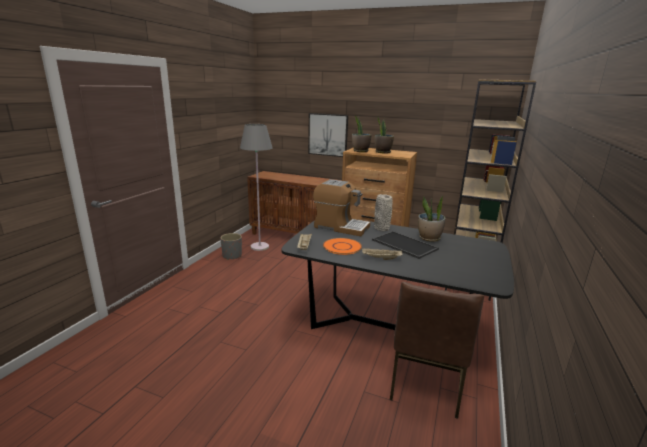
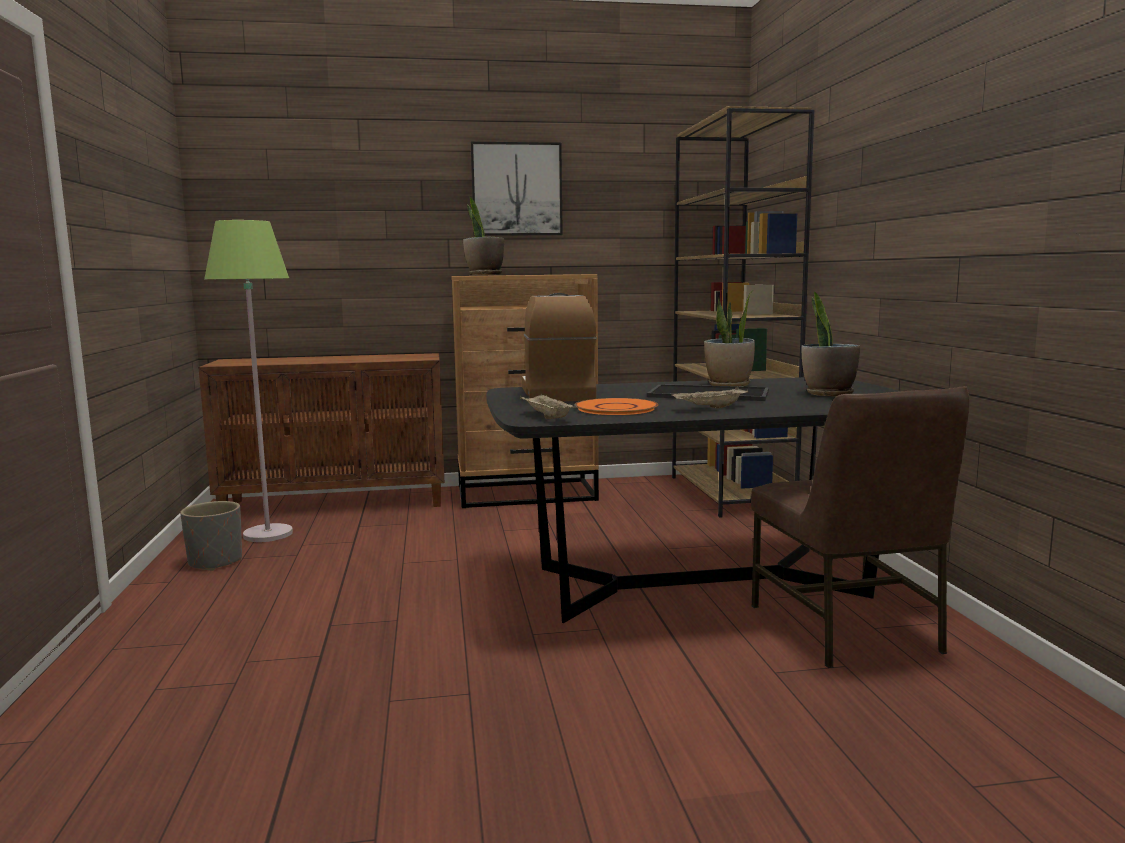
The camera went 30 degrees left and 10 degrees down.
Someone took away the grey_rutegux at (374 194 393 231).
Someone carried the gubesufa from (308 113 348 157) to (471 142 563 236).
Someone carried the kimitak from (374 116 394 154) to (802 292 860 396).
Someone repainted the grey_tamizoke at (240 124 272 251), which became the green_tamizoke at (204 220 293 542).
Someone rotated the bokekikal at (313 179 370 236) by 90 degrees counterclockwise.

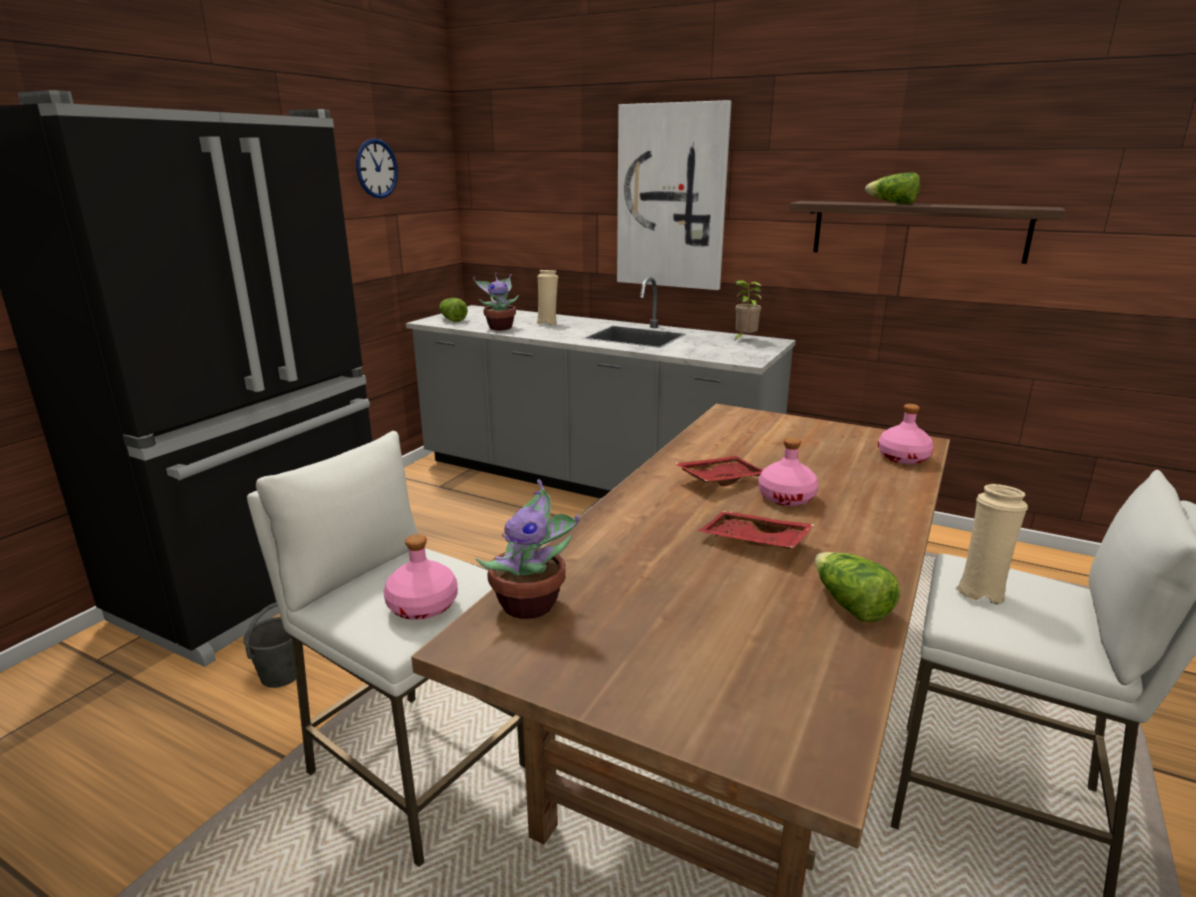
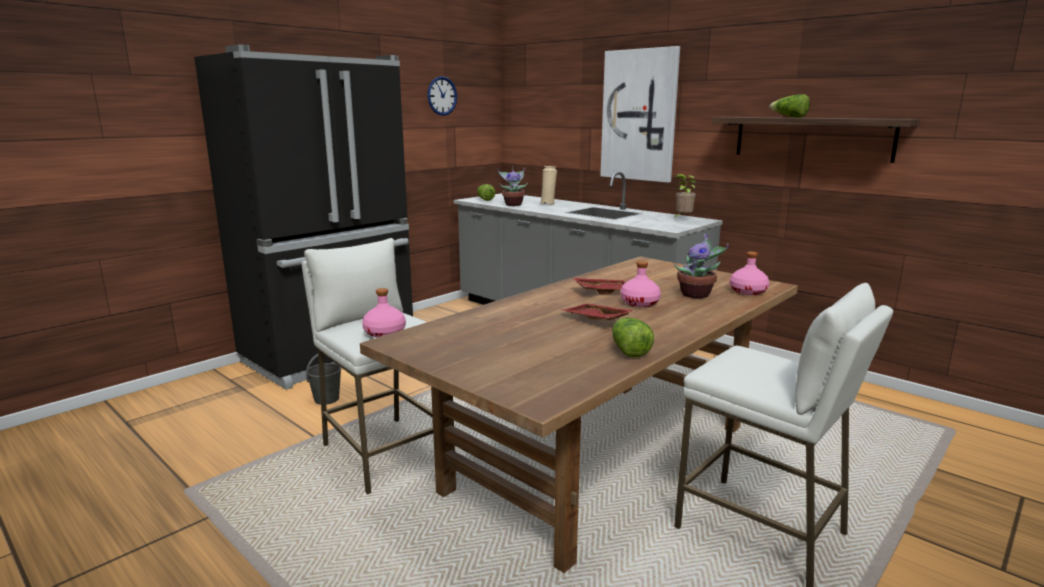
The camera went 15 degrees right and 5 degrees down.
Someone took away the beige_rutegux at (955 484 1028 605).
Someone carried the kimitak from (476 479 580 619) to (674 234 729 298).

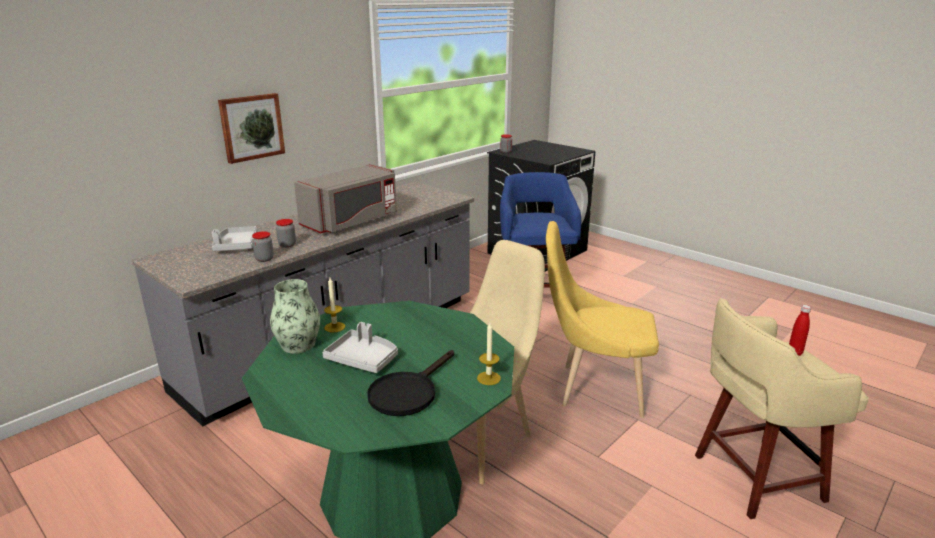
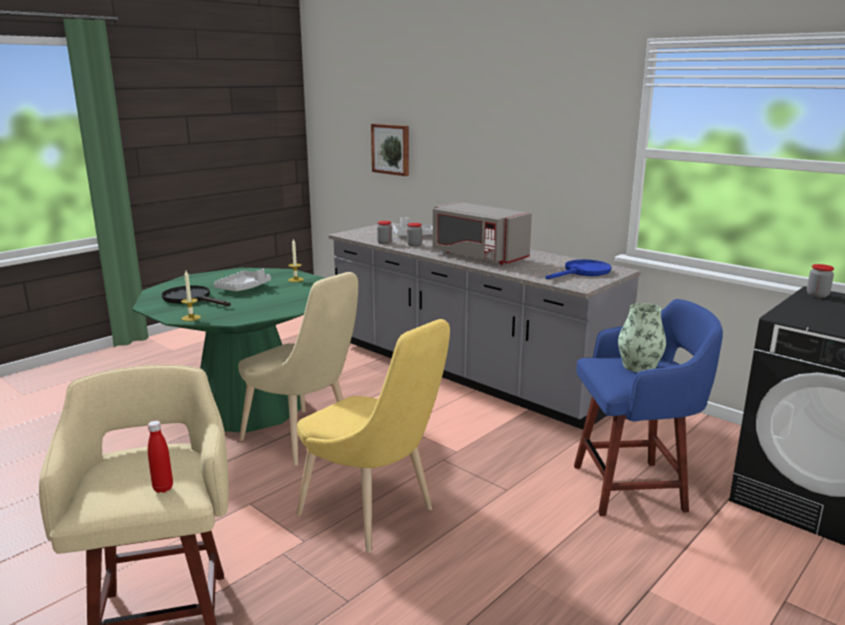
The camera went 90 degrees right and 5 degrees down.
Someone put down the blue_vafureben at (546 260 611 279).
Someone carried the gubesufa from (218 93 285 164) to (371 124 409 176).
Someone carried the rutegux from (270 279 320 354) to (618 303 666 372).
Someone rotated the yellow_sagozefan at (546 221 659 418) by 120 degrees clockwise.

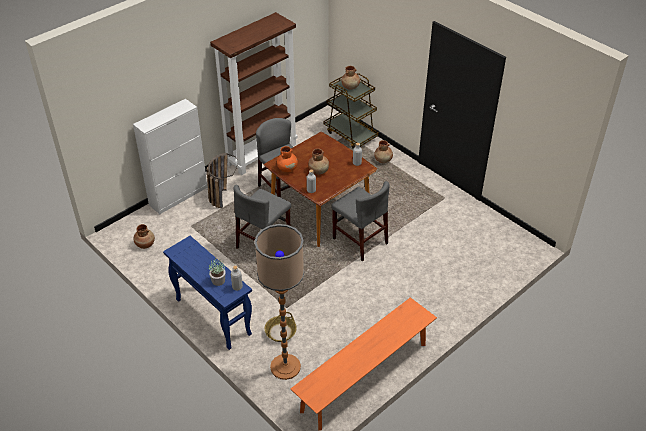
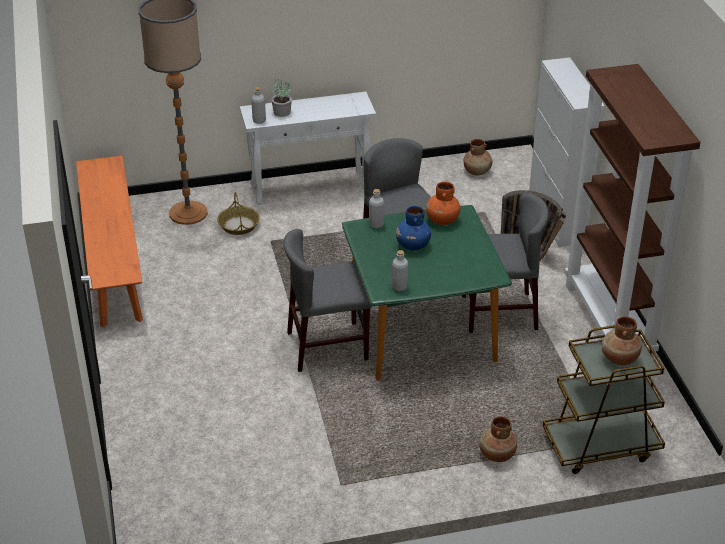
The camera went 120 degrees right and 5 degrees down.
Someone repainted the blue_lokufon at (163 236 252 350), which became the white_lokufon at (240 92 376 205).
Someone repainted the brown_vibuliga at (264 132 377 247), which became the green_vibuliga at (342 205 512 381).
Someone repainted the brown_rutegux at (308 149 329 175), which became the blue_rutegux at (396 206 431 250).

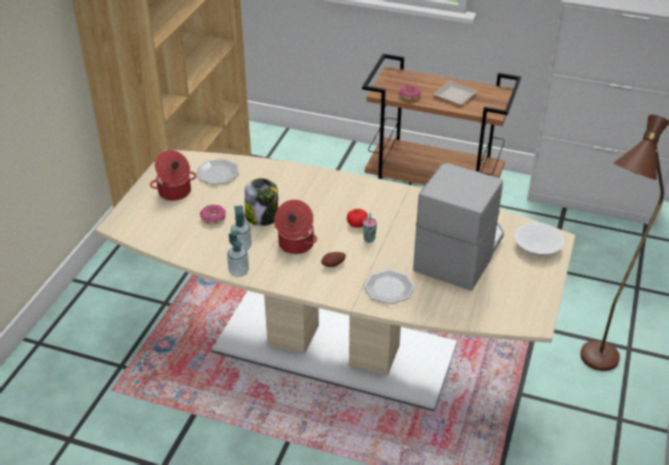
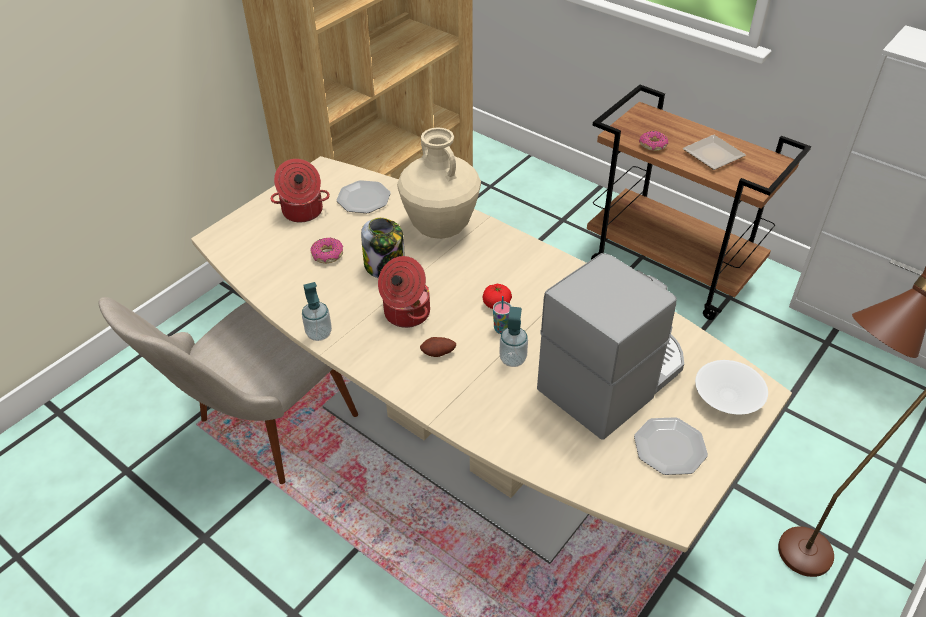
The camera went 20 degrees right and 5 degrees up.
Someone put down the beige_sagozefan at (99 297 358 484).
Someone put down the beige_rutegux at (397 127 481 239).
Someone carried the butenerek from (231 205 252 251) to (499 307 528 367).
Someone carried the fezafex from (364 269 415 304) to (634 417 708 475).

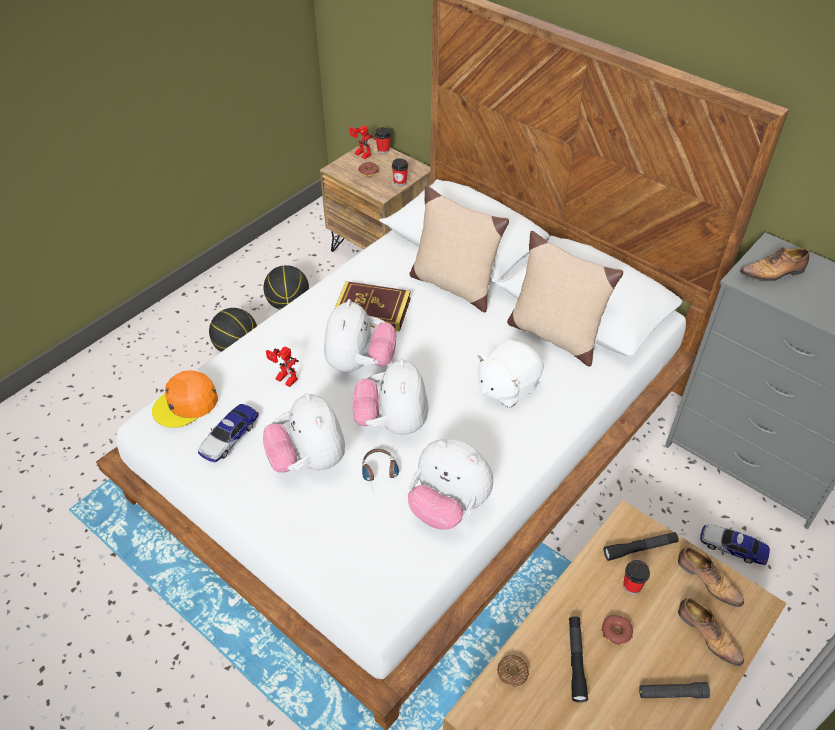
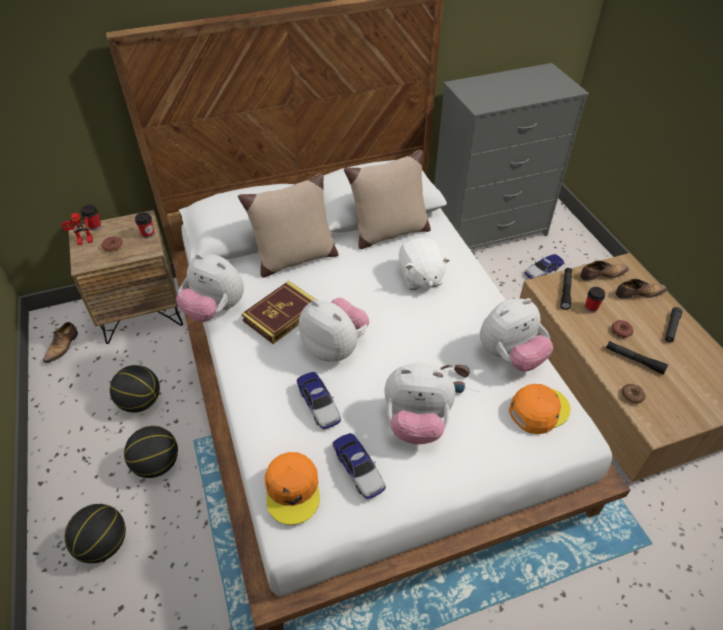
The camera went 60 degrees left and 0 degrees up.
Someone put down the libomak at (65 504 126 563).
Someone put down the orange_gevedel at (509 384 571 434).
Someone carried the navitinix from (352 359 428 435) to (176 254 244 322).
Someone carried the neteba from (740 247 809 281) to (43 322 78 363).
Someone swapped the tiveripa at (266 347 299 387) for the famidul at (297 372 341 429).

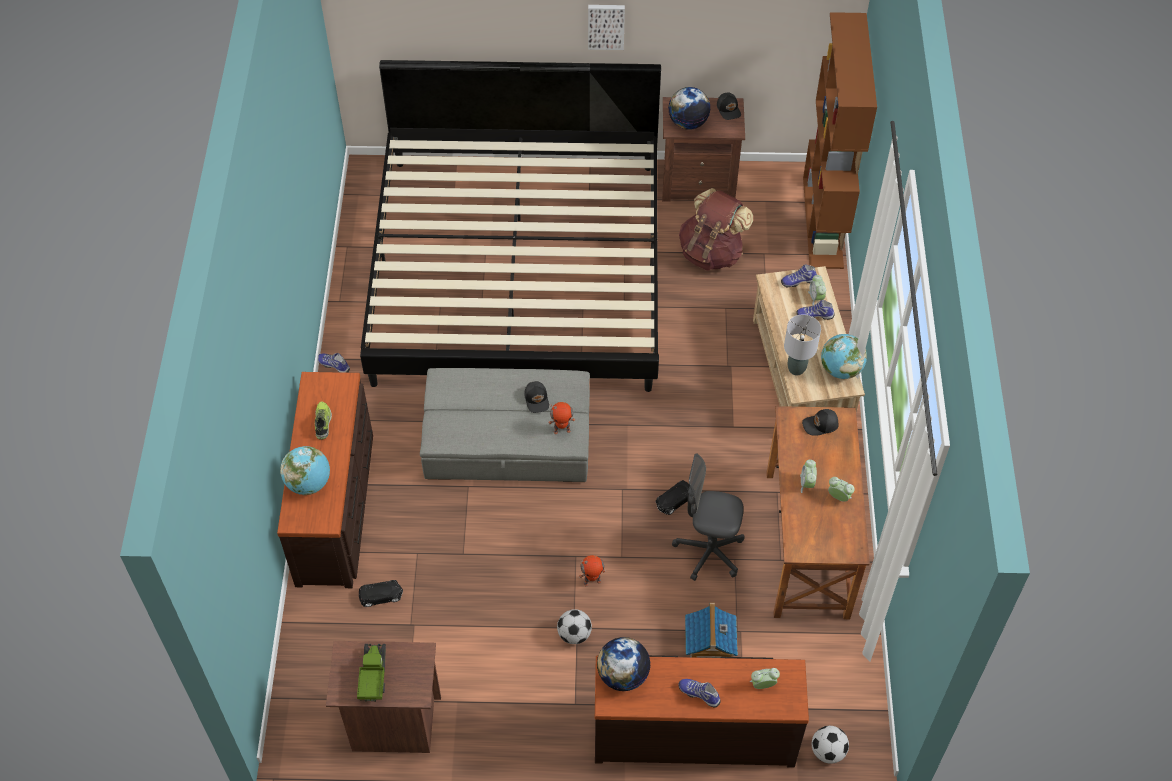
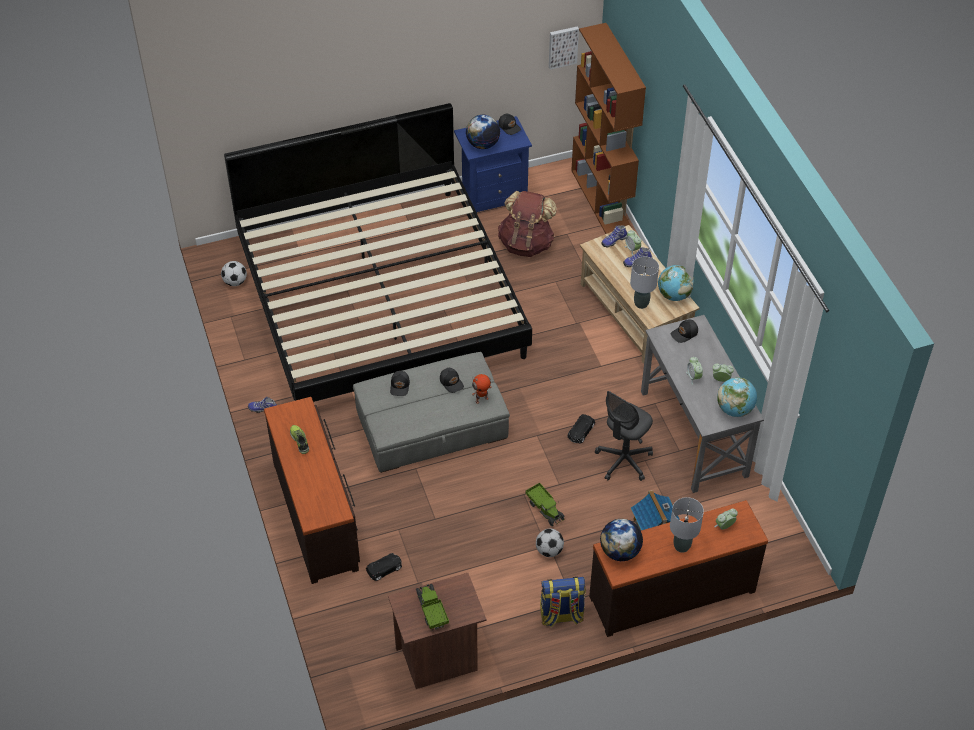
The camera went 20 degrees left and 5 degrees down.
Someone put down the black_gevedel at (390 371 410 396).
Someone put down the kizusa at (540 577 586 627).
Someone carried the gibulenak from (280 446 330 495) to (717 377 757 417).
Someone carried the gubesufa from (588 5 625 50) to (549 26 579 70).
Someone carried the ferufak from (812 726 849 764) to (221 261 247 286).
Someone swapped the tiveripa at (579 555 606 587) for the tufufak at (525 483 565 526).
Someone swapped the neteba at (678 679 721 708) for the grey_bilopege at (670 497 704 553).
Someone repainted the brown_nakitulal at (662 97 745 201), which became the blue_nakitulal at (454 116 532 213).
Someone repainted the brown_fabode at (766 406 870 619), which became the grey_fabode at (641 315 764 493).
Someone rotated the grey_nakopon at (672 454 745 581) by 45 degrees counterclockwise.

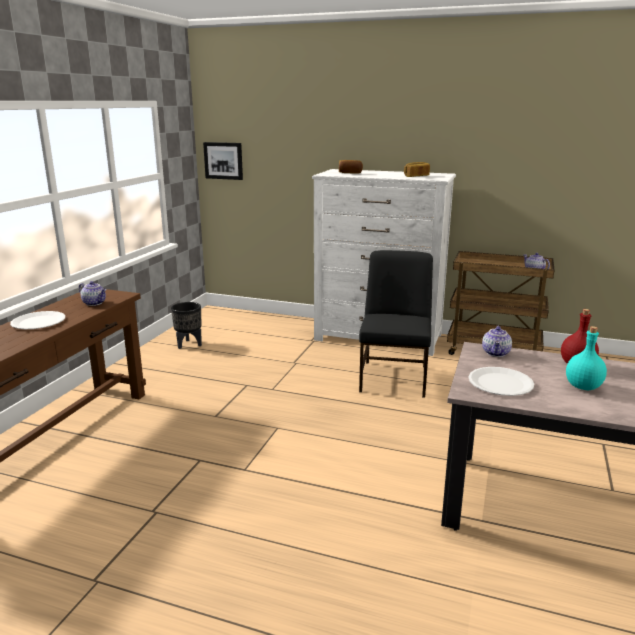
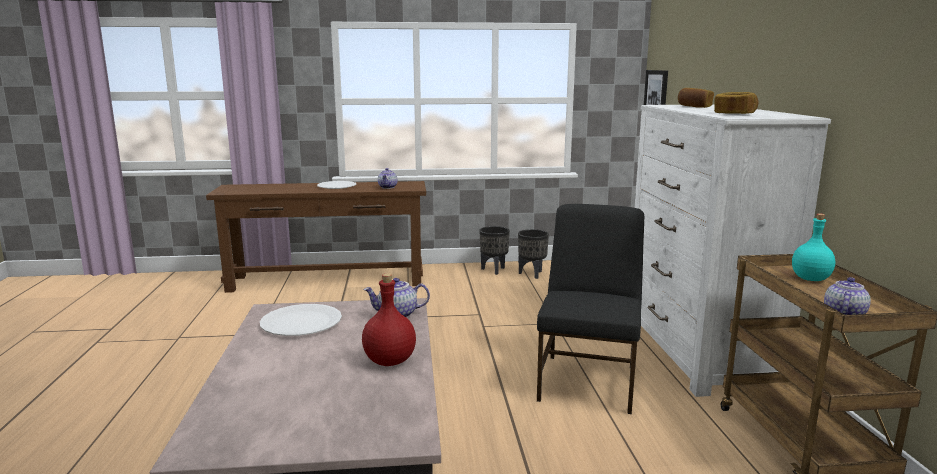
The camera went 65 degrees right and 5 degrees down.
Someone put down the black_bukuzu at (479 226 510 275).
Someone carried the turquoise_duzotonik from (566 326 607 390) to (792 214 835 281).
Someone rotated the black_sagozefan at (359 250 433 398) by 60 degrees counterclockwise.

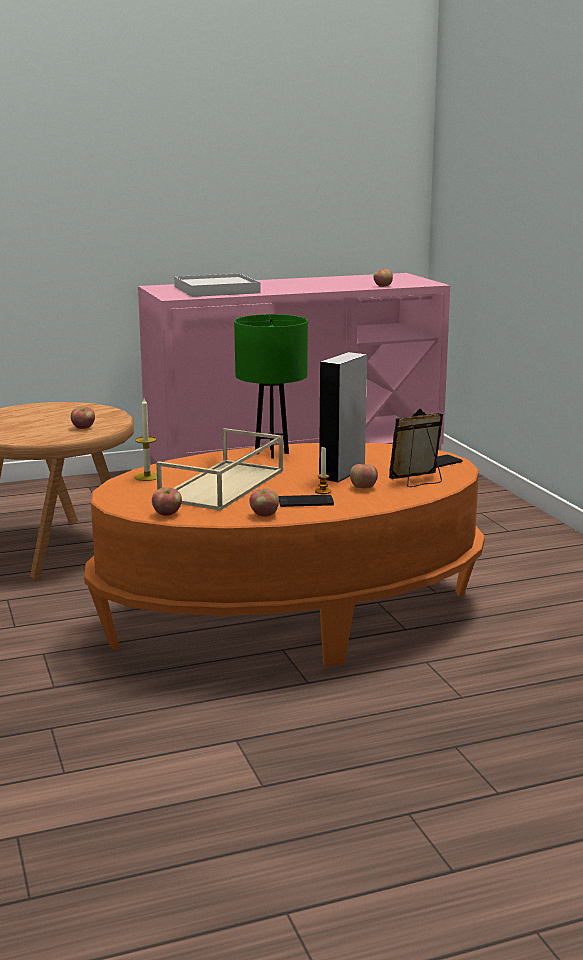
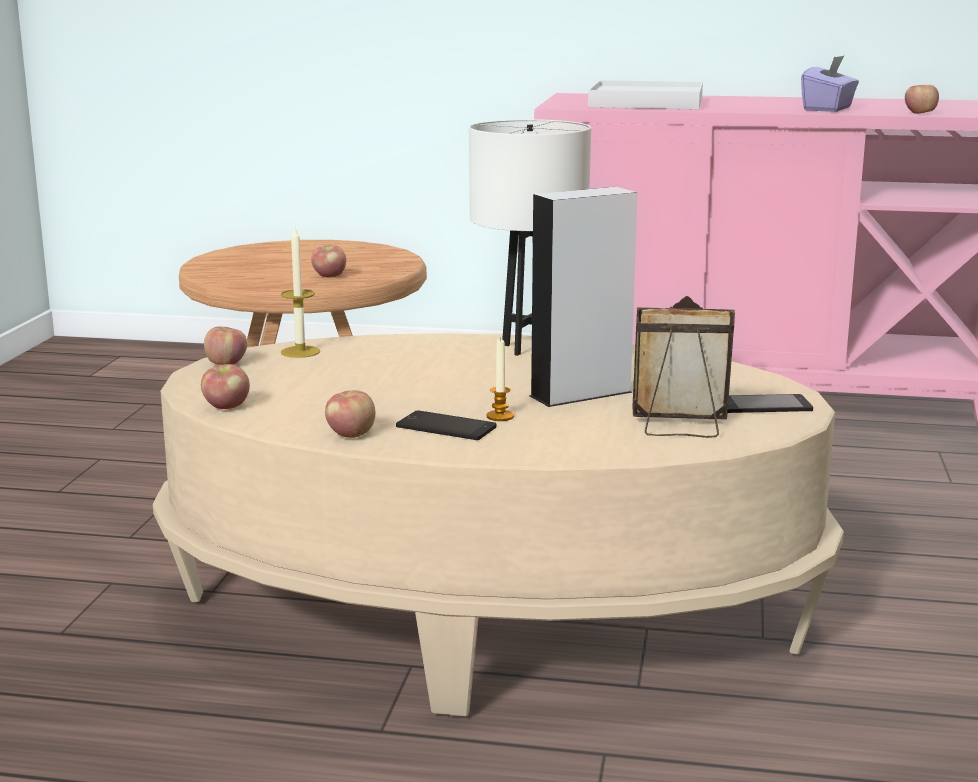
The camera went 30 degrees right and 0 degrees up.
Someone took away the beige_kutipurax at (156 428 283 511).
Someone put down the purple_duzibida at (801 55 859 112).
Someone carried the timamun from (350 464 378 488) to (204 327 247 365).
Someone repainted the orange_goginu at (84 443 485 667), which became the beige_goginu at (153 333 844 716).
Someone repainted the green_bilopege at (234 314 308 459), which became the white_bilopege at (469 119 591 356).

